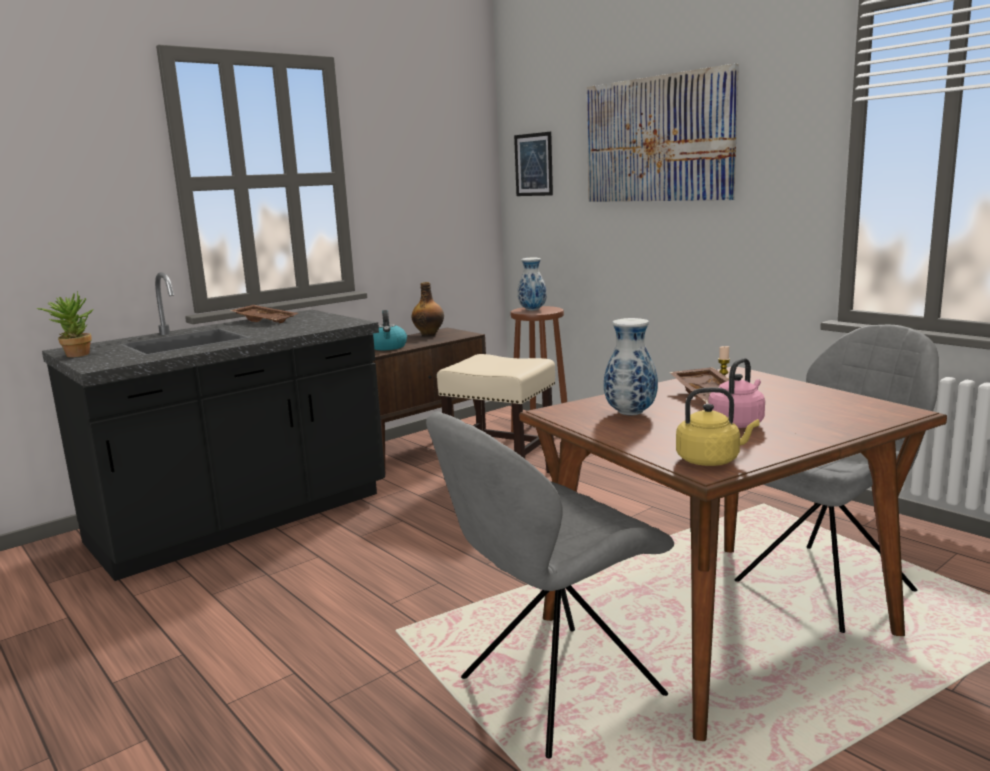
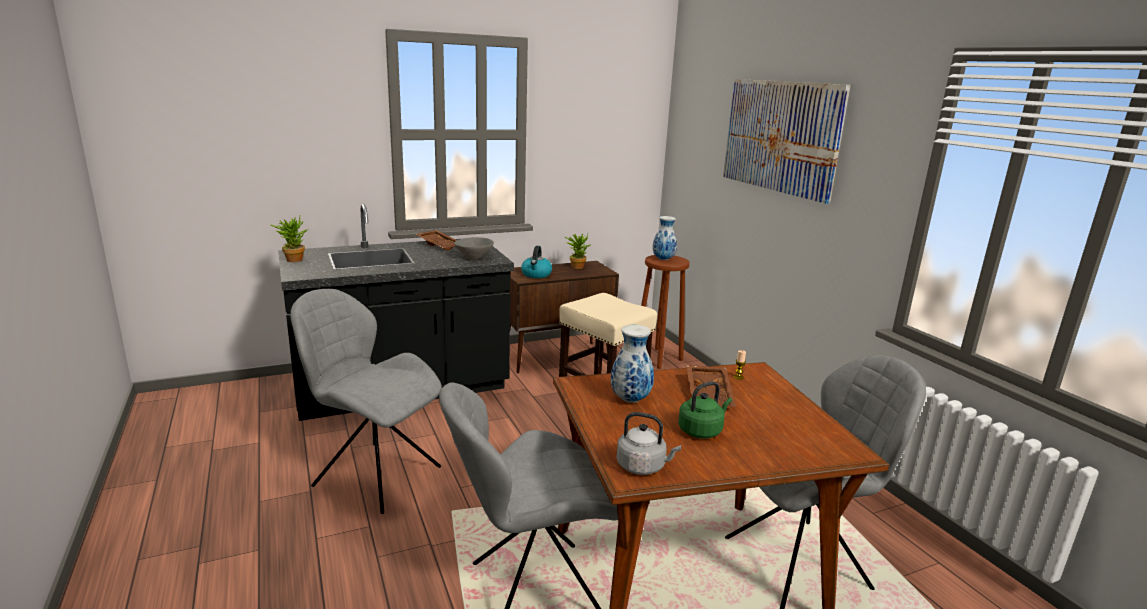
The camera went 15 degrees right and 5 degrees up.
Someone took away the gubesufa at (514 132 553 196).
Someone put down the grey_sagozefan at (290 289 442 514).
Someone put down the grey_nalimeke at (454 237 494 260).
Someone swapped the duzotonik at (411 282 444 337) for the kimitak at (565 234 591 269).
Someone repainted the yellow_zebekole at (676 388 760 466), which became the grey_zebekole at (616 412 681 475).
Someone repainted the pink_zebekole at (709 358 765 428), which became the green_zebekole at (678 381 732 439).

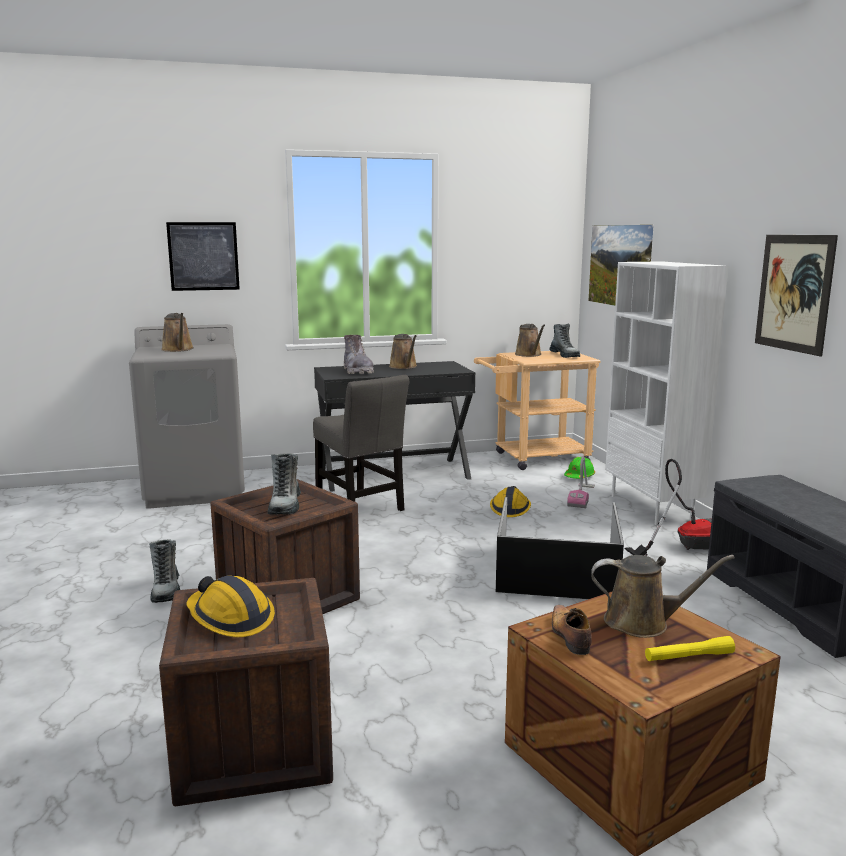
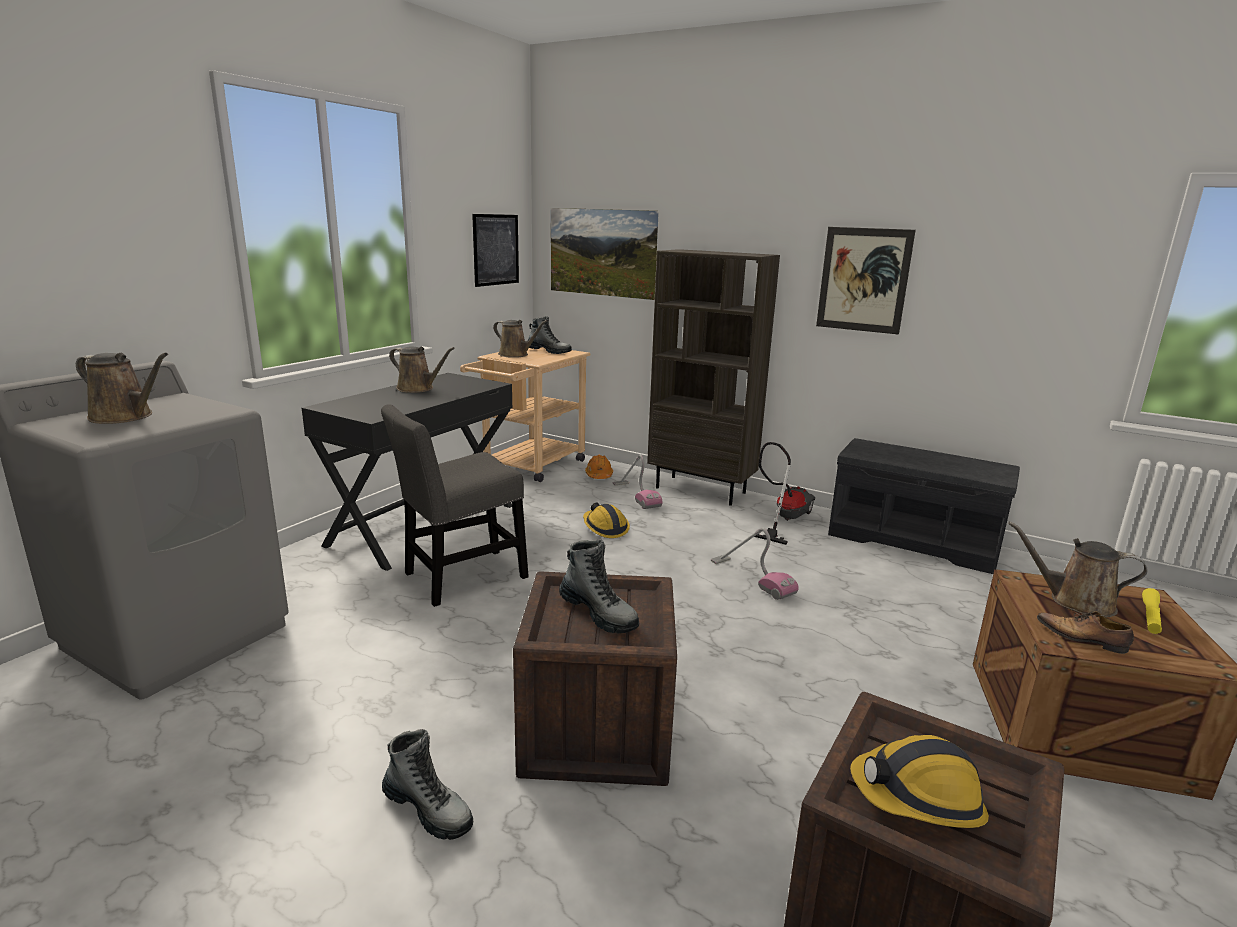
The camera went 45 degrees left and 5 degrees up.
Someone took away the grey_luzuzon at (344 335 374 374).
Someone carried the gubesufa from (166 222 240 291) to (472 214 519 287).
Someone swapped the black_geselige at (496 497 624 599) for the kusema at (711 528 799 600).
Someone repainted the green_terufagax at (564 457 595 479), which became the orange_terufagax at (585 455 613 479).
Someone repainted the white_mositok at (605 261 728 525), which became the brown_mositok at (647 249 780 506).
Someone rotated the grey_sagozefan at (313 375 409 511) by 135 degrees clockwise.
Someone rotated the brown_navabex at (591 555 735 638) by 120 degrees counterclockwise.

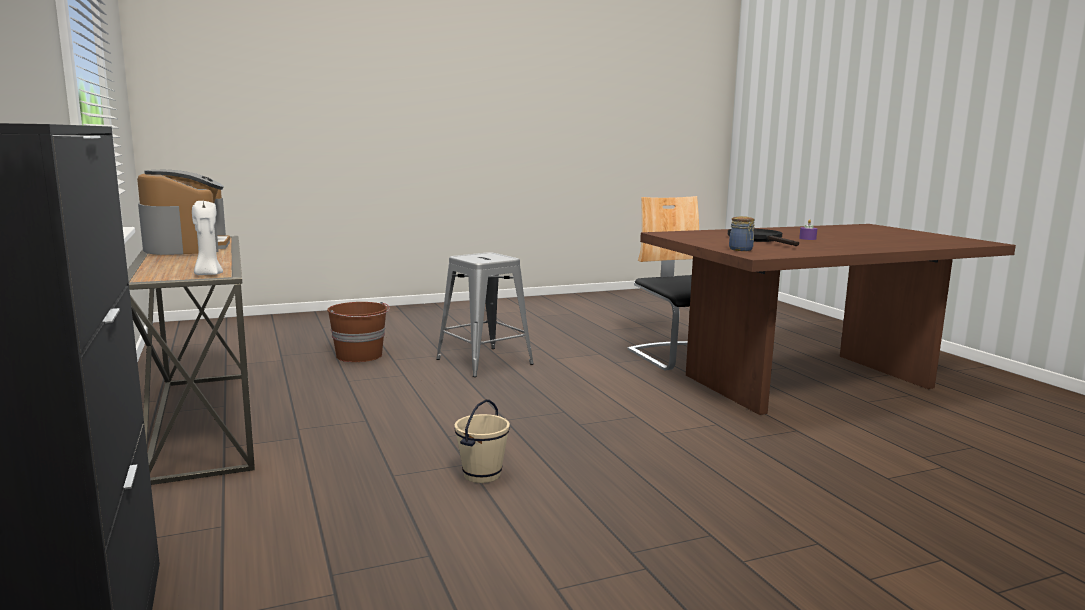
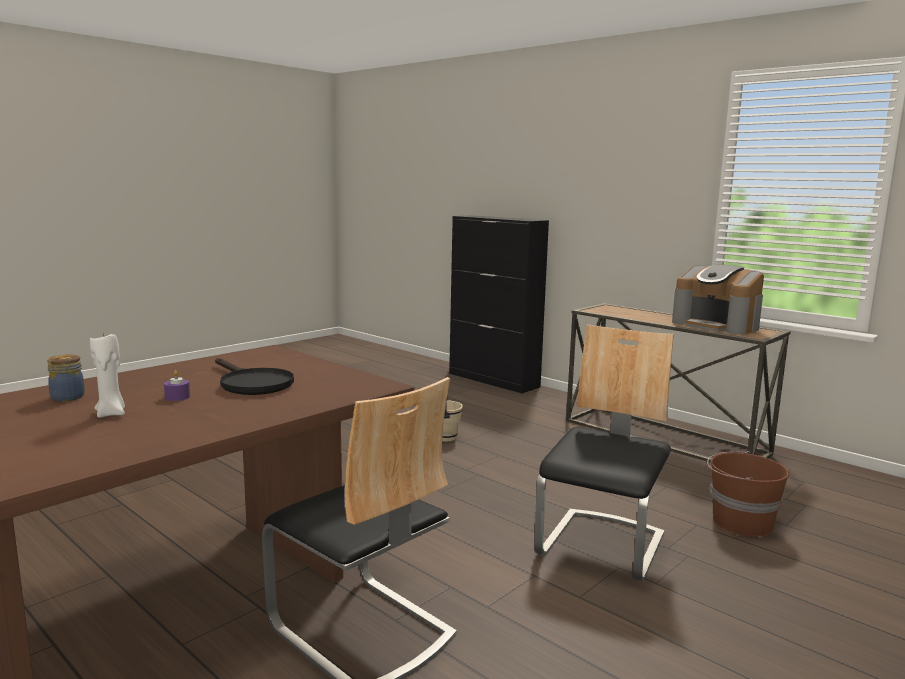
The camera went 155 degrees right and 0 degrees up.
Someone carried the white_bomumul from (192 201 223 275) to (90 333 125 418).
Someone carried the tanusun from (729 216 755 251) to (47 354 85 402).
Someone swapped the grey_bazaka at (436 252 534 377) for the sagozefan at (534 324 674 582).

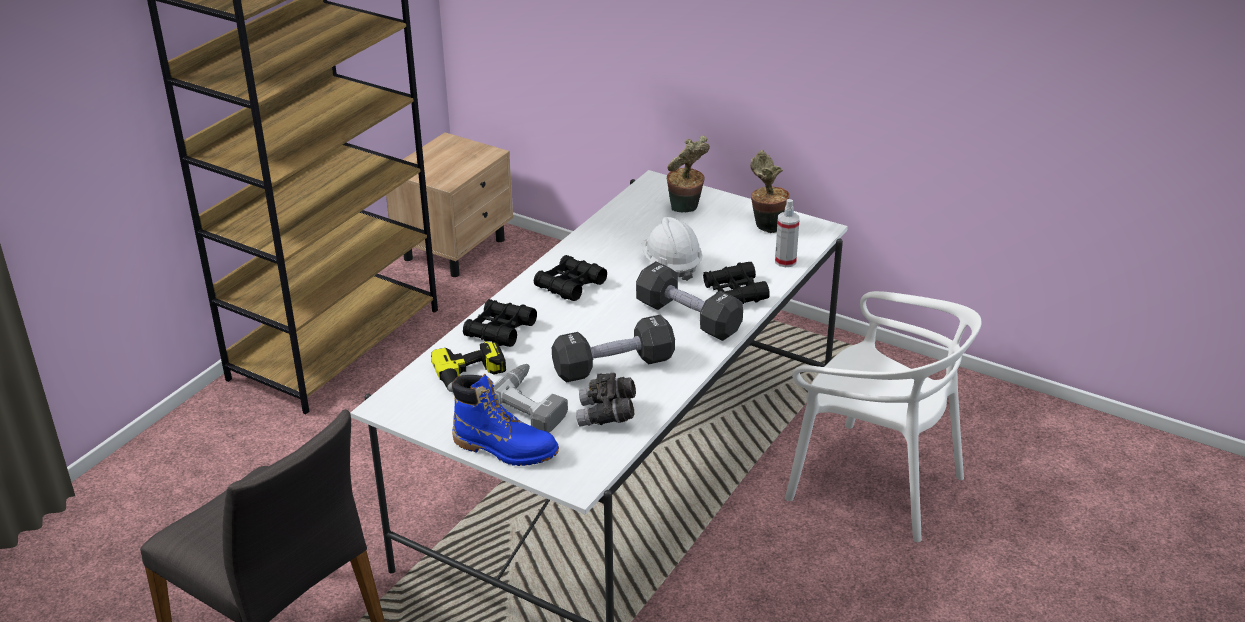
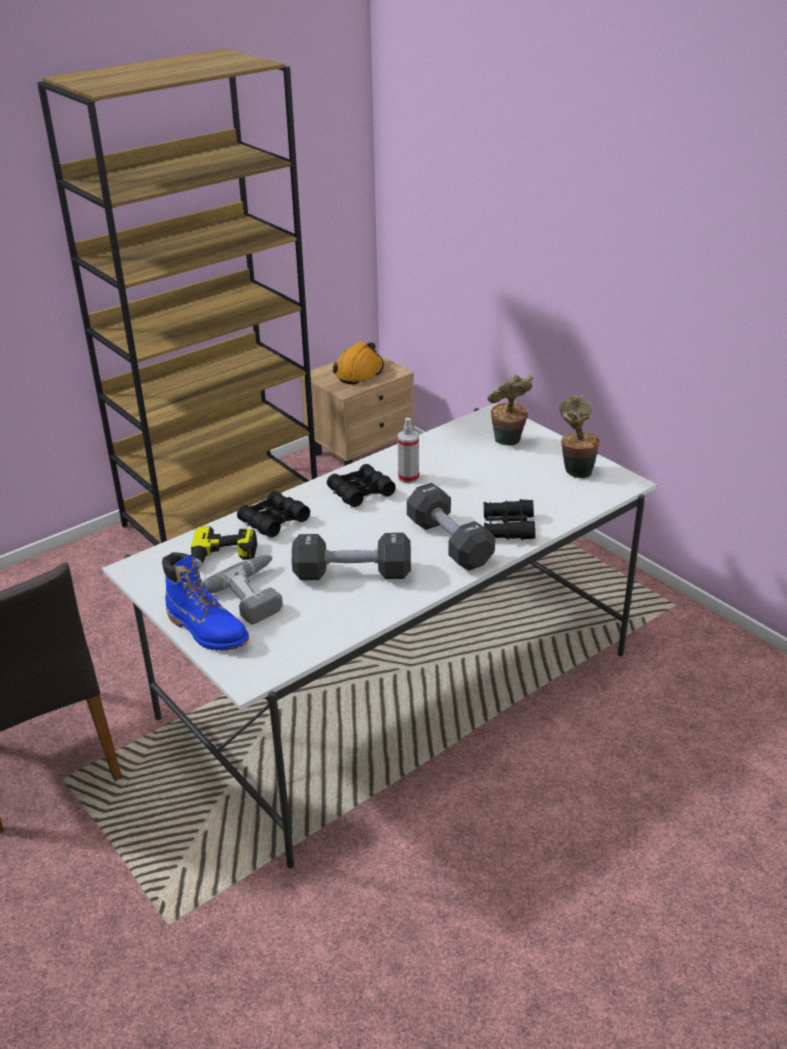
The camera went 20 degrees right and 0 degrees up.
Someone took away the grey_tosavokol at (576 373 636 427).
Someone took away the white_terufagax at (641 217 703 281).
Someone took away the white_sagozefan at (785 291 982 542).
Someone put down the orange_terufagax at (333 342 384 385).
Someone carried the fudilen from (775 199 800 267) to (398 418 419 484).

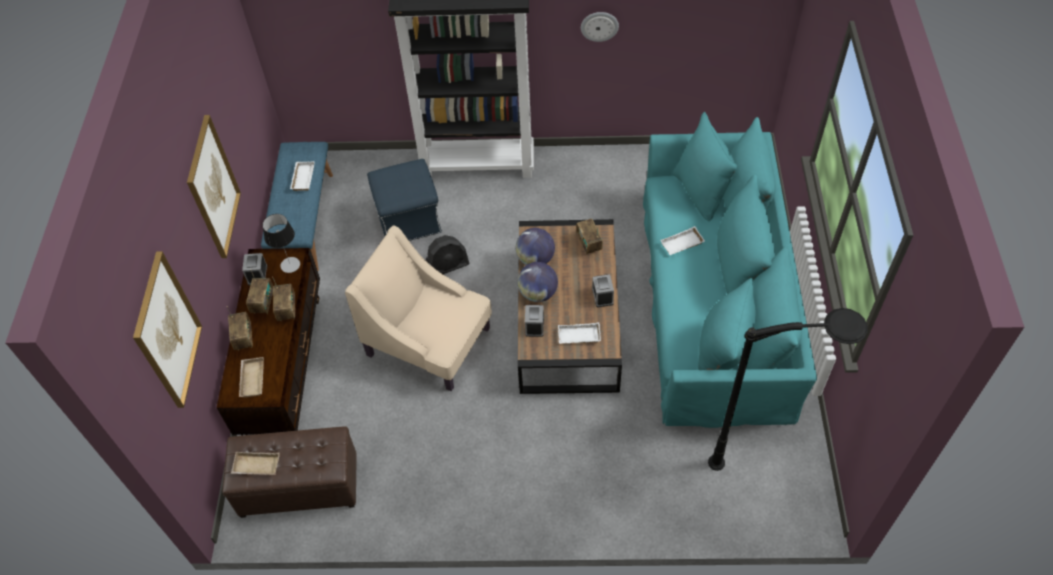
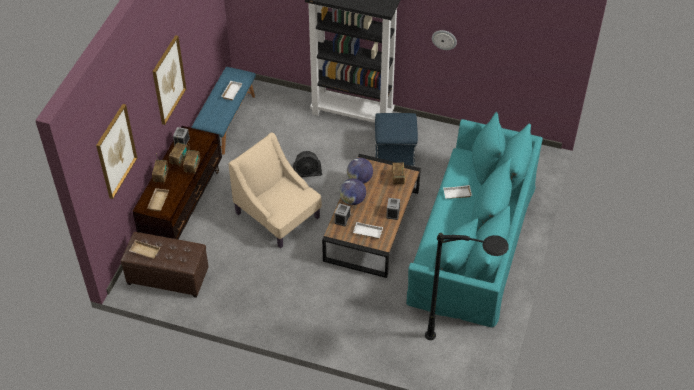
The camera went 15 degrees right and 5 degrees down.
Someone took away the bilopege at (262 214 300 273).
Someone carried the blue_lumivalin from (367 159 442 241) to (375 113 418 166).

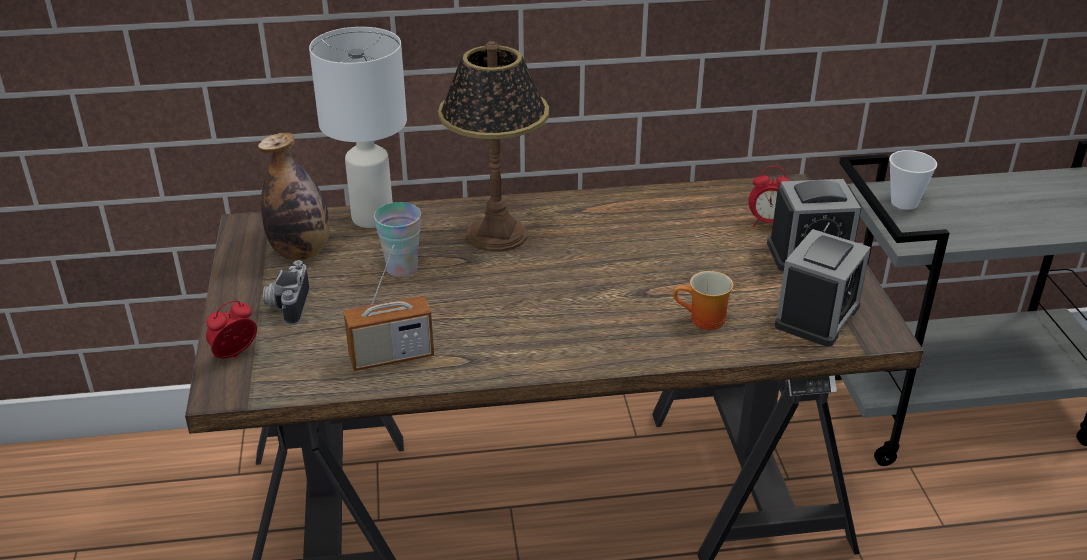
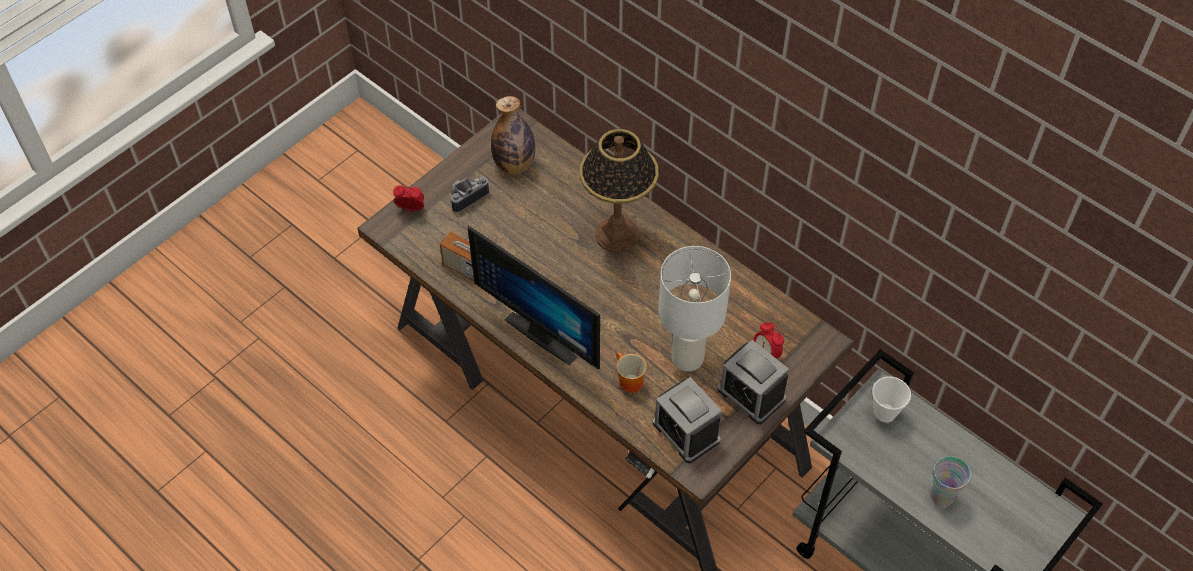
The camera went 50 degrees right and 20 degrees up.
Someone put down the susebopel at (468 226 600 369).
Someone carried the white_bilopege from (309 27 407 228) to (658 246 731 371).
Someone carried the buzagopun from (374 202 421 277) to (930 456 971 506).
Someone rotated the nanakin at (775 229 871 347) by 60 degrees clockwise.

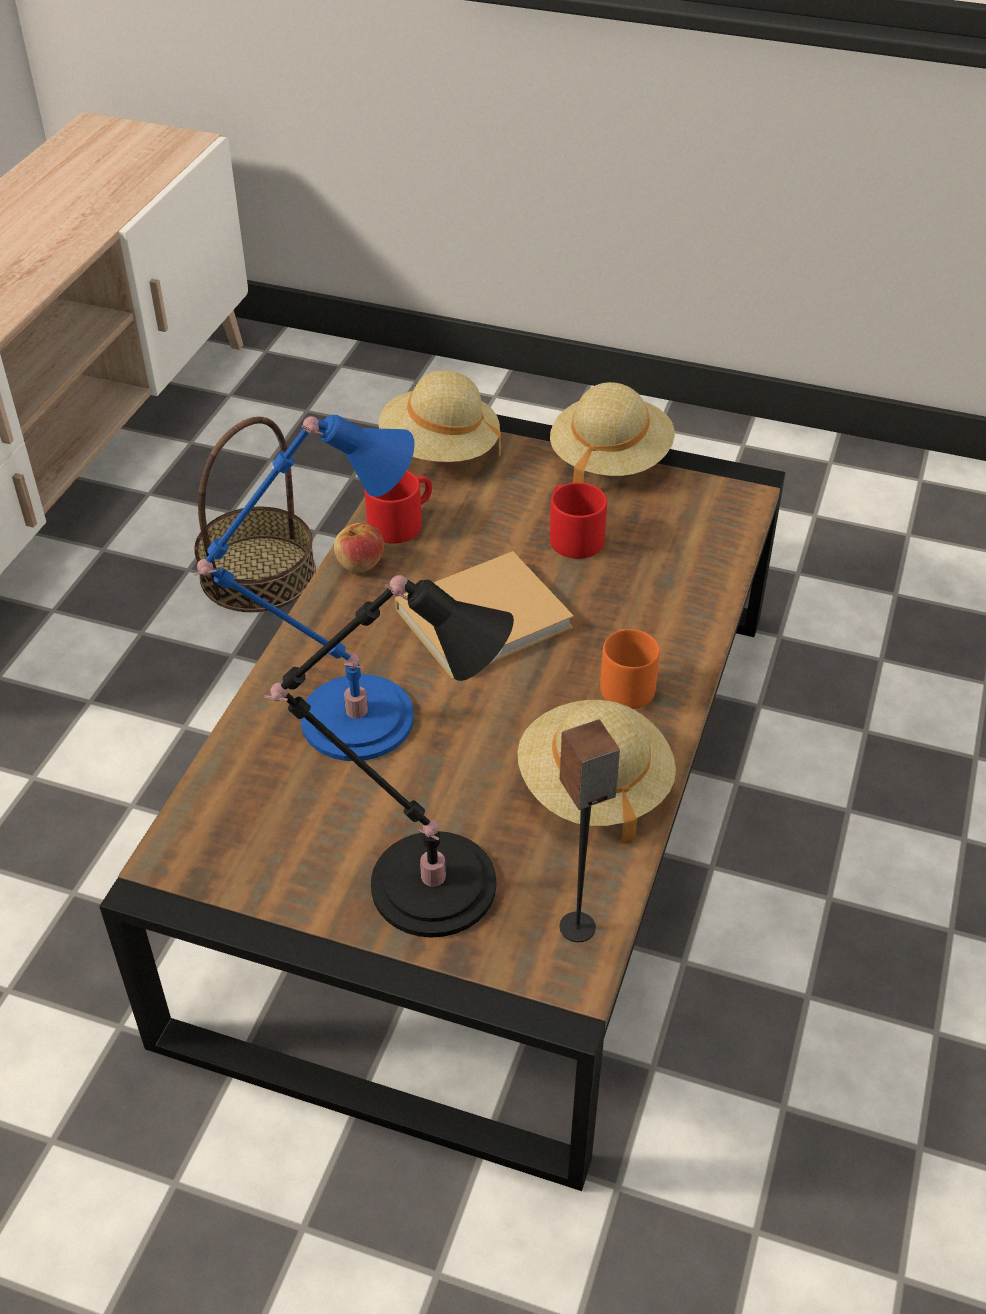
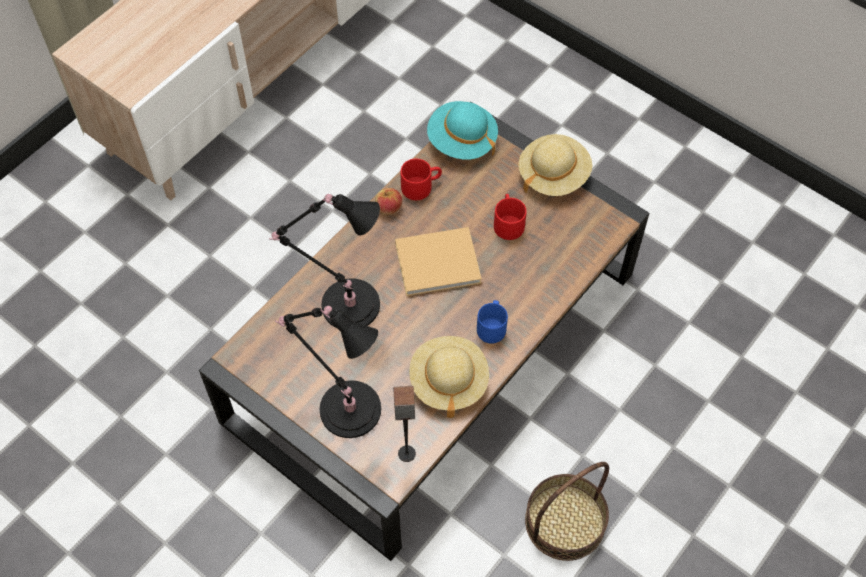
The camera went 20 degrees right and 15 degrees up.
Someone carried the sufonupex from (194 417 316 612) to (525 462 609 561).
Someone repainted the blue_bilopege at (194 415 415 761), which became the black_bilopege at (269 194 380 328).
Someone repainted the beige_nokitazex at (379 370 501 462), which became the turquoise_nokitazex at (427 101 498 160).
Someone repainted the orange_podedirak at (600 629 660 709), which became the blue_podedirak at (477 300 508 344).

